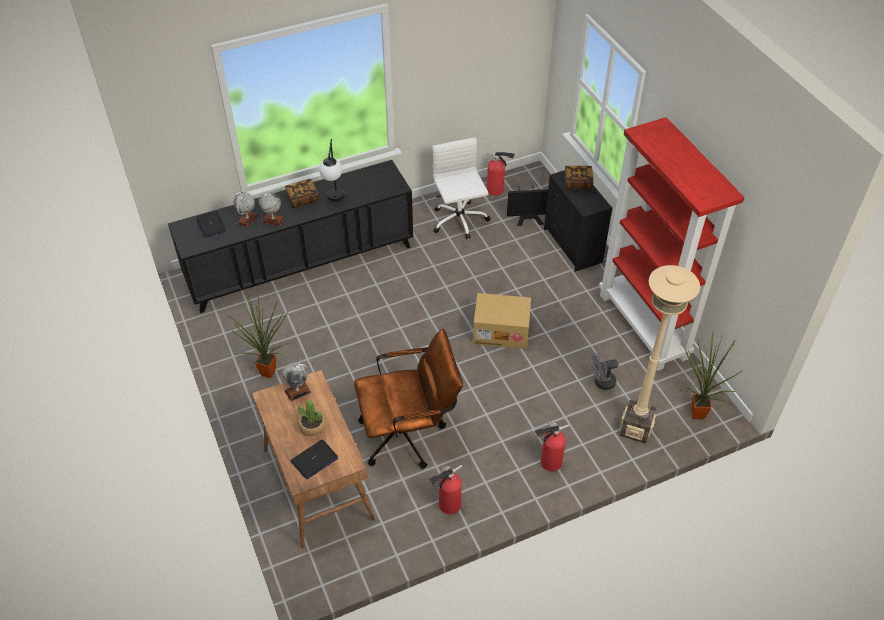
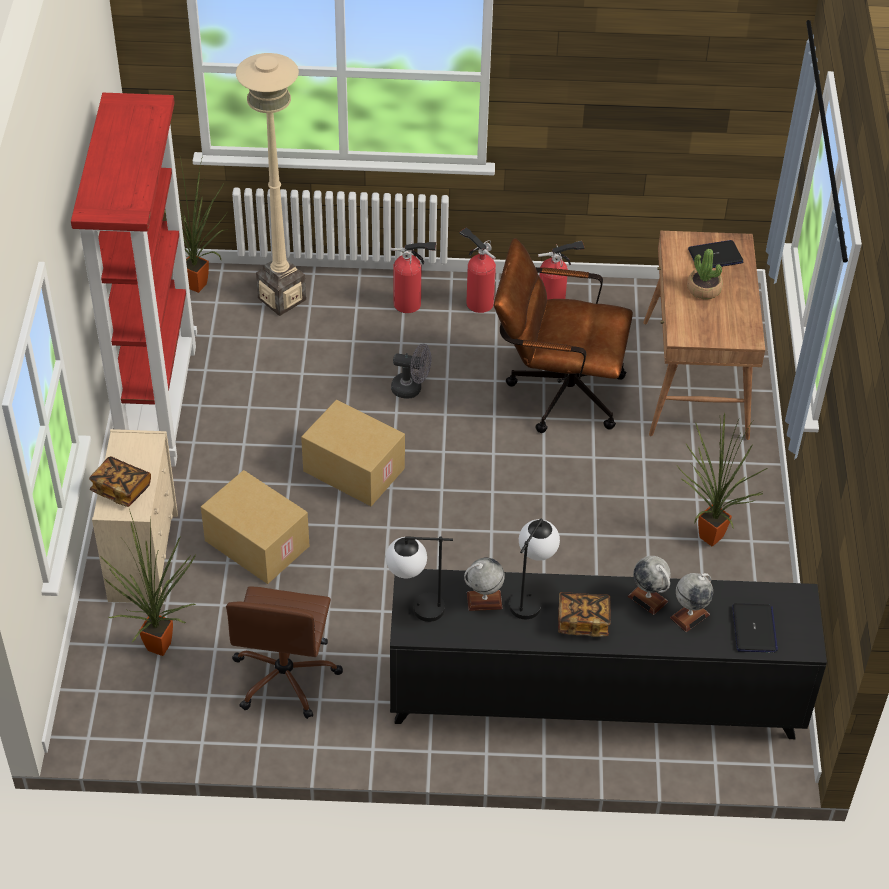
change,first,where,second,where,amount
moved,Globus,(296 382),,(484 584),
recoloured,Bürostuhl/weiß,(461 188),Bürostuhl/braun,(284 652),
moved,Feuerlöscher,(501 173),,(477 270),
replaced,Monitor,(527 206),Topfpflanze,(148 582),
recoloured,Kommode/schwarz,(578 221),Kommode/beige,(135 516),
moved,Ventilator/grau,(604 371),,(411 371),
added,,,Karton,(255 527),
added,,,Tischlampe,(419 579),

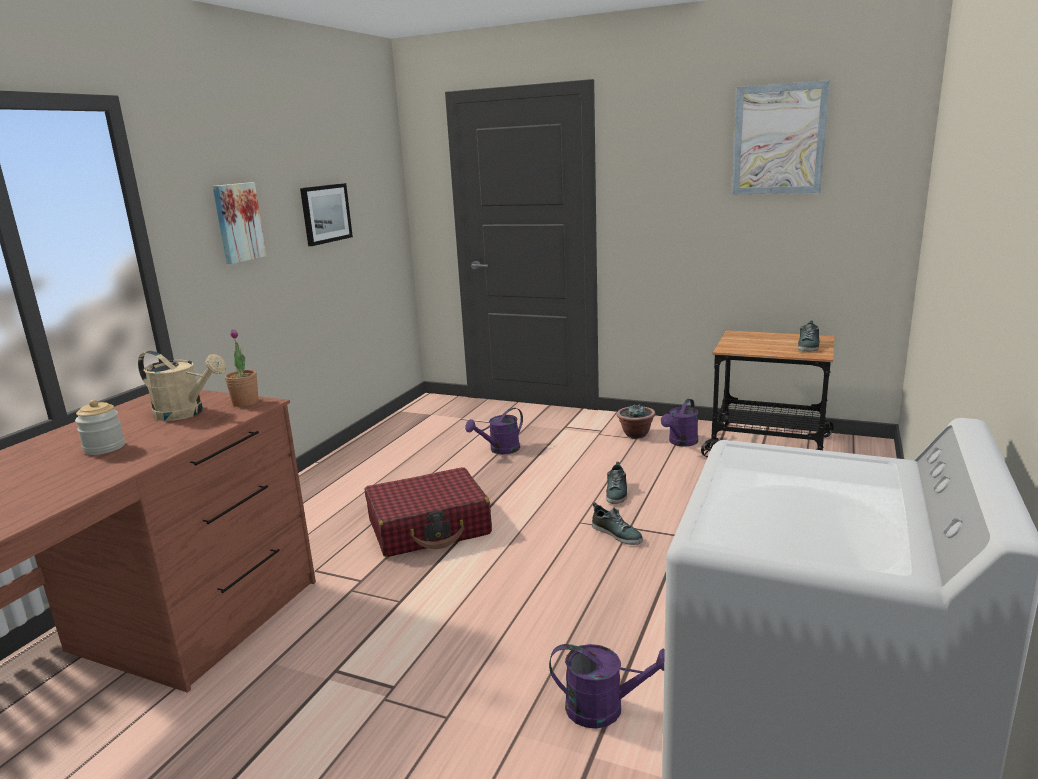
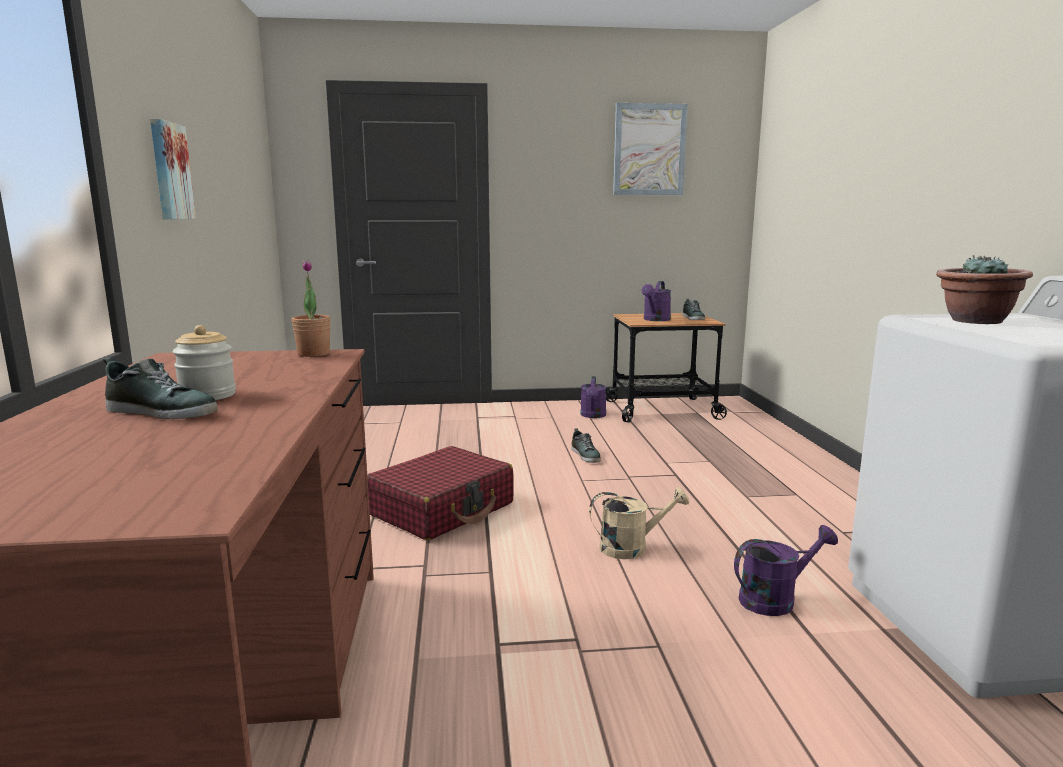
change,first,where,second,where,amount
moved,Gießkanne/beige,(182 386),,(639 523),
removed,Bild,(326 214),,,
moved,Gießkanne/lila,(494 431),,(656 301),
moved,Schuh,(617 523),,(160 388),
moved,Topfpflanze,(636 420),,(984 289),

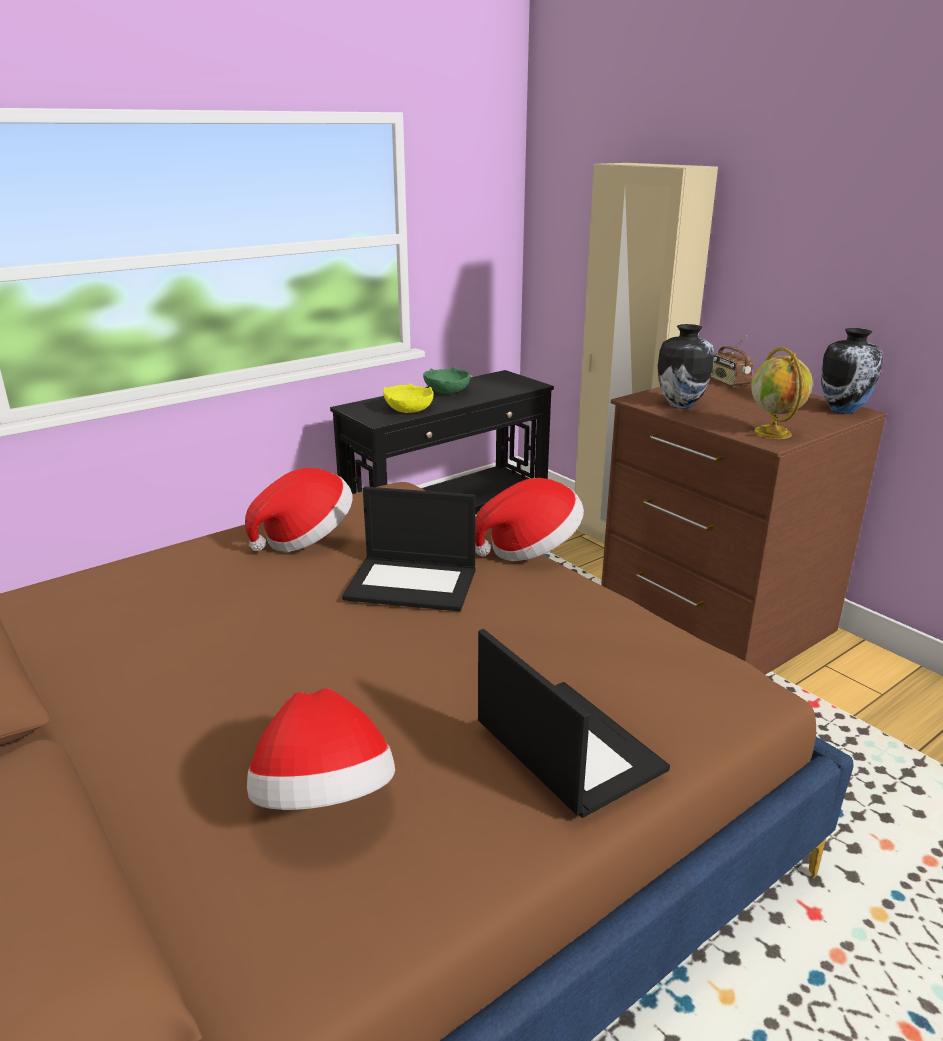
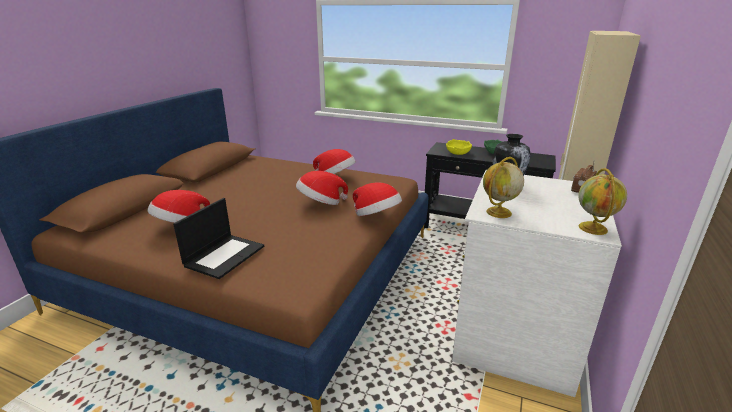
change,first,where,second,where,amount
replaced,Laptop,(408 549),Hut,(322 188),
recoloured,Kommode/braun,(744 525),Kommode/weiß,(537 283),
replaced,Vase,(852 371),Globus,(602 201),

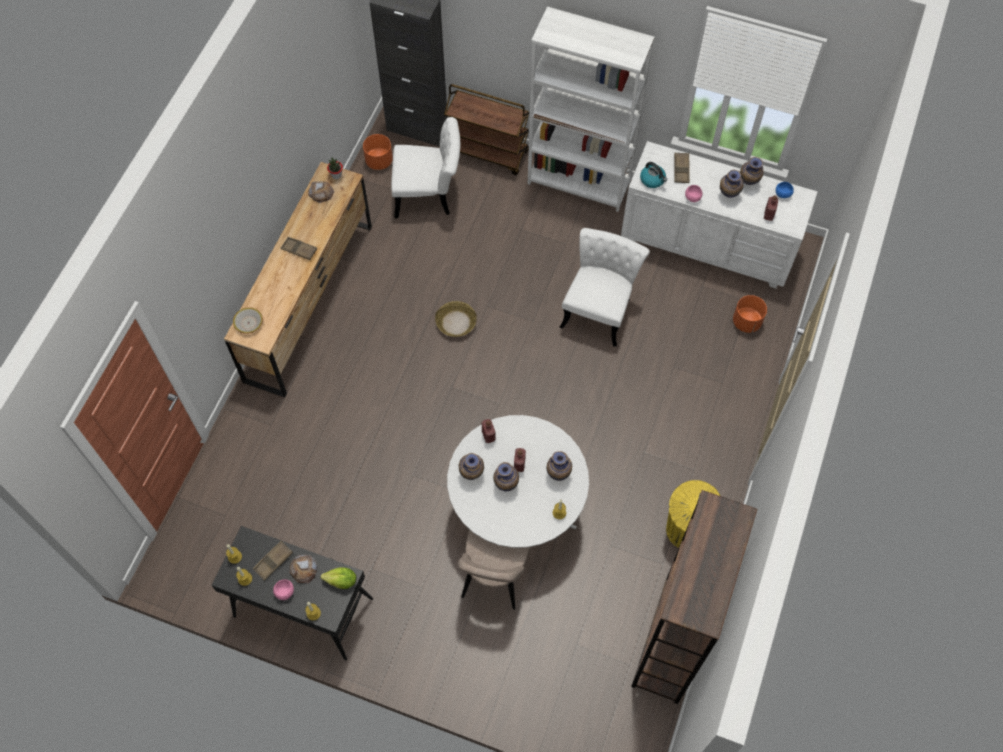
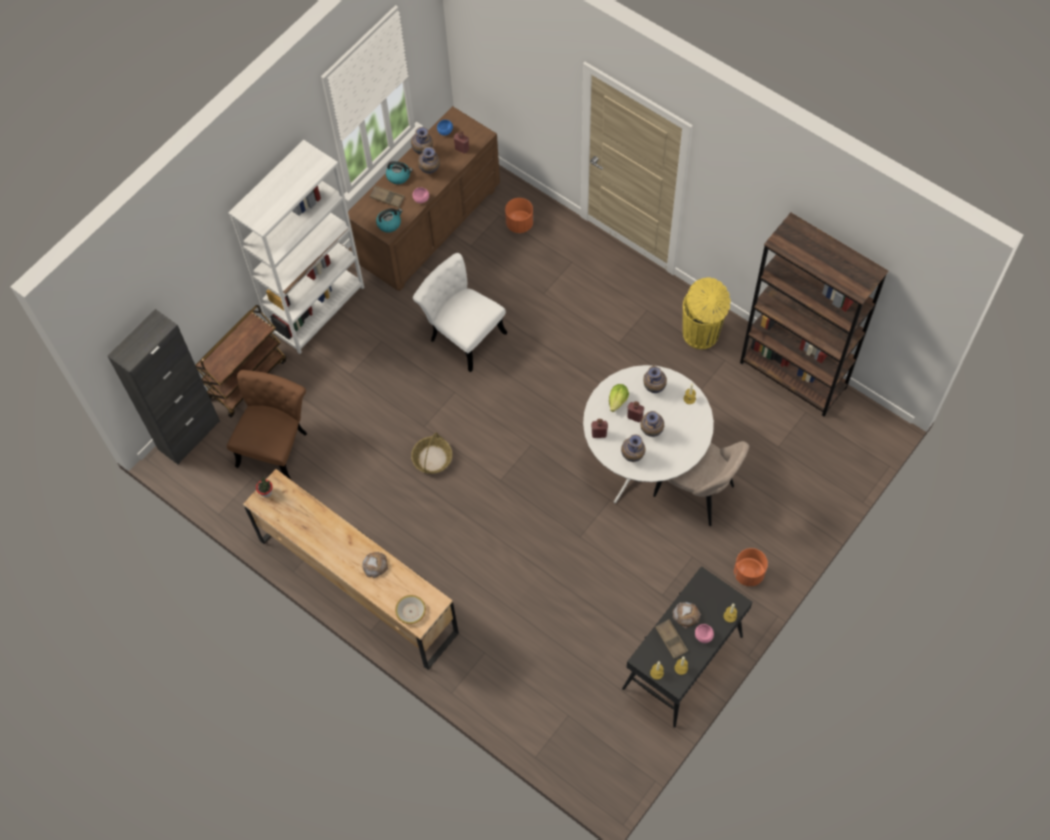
change,first,where,second,where,amount
removed,Tablett/braun,(299 248),,,
moved,Brot,(321 192),,(375 565),
moved,Salatkopf,(338 578),,(619 398),
moved,Pflanzkübel/orange,(378 152),,(751 567),
recoloured,Stuhl/weiß,(425 168),Stuhl/braun,(267 425),
recoloured,Kommode/weiß,(719 214),Kommode/braun,(424 198),
added,,,Wasserkessel,(399 172),

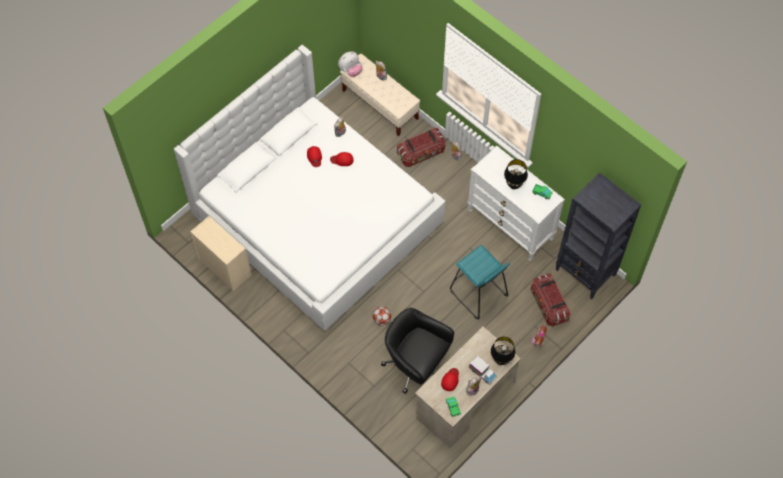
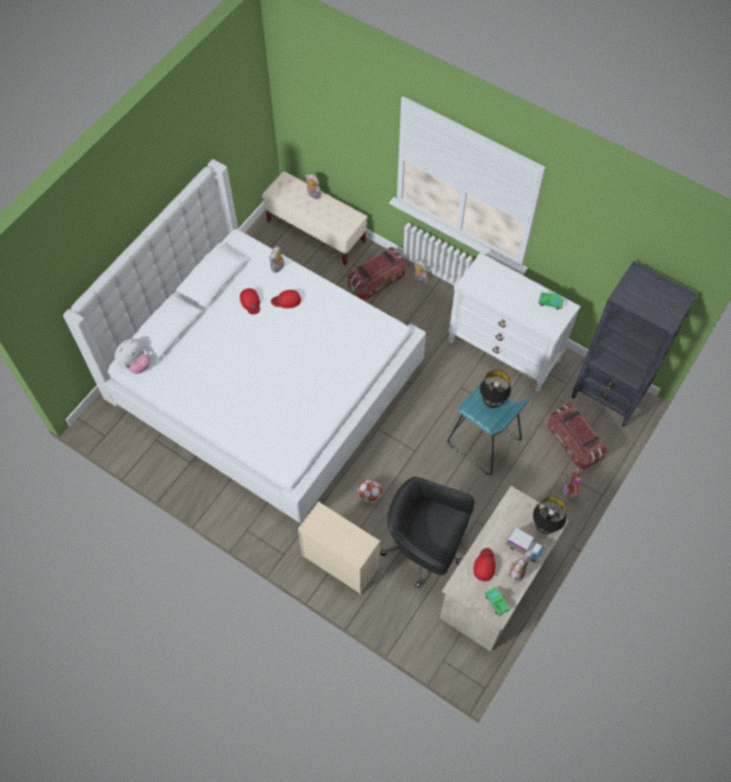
change,first,where,second,where,amount
moved,Kommode/beige,(220 253),,(339 548),
moved,Plüschtier,(350 64),,(132 356),
moved,Tischlampe/schwarz,(516 174),,(495 389),

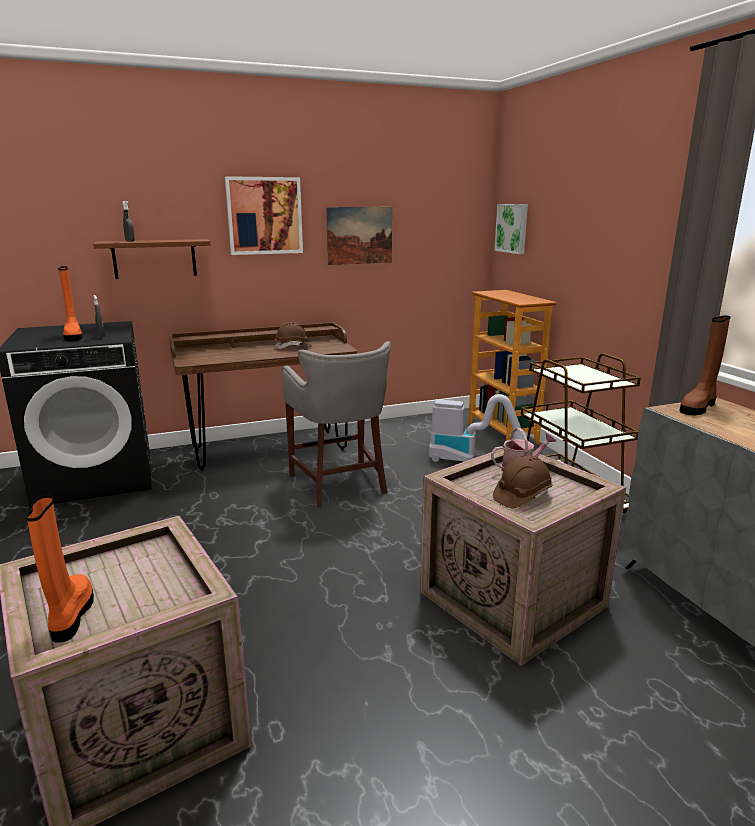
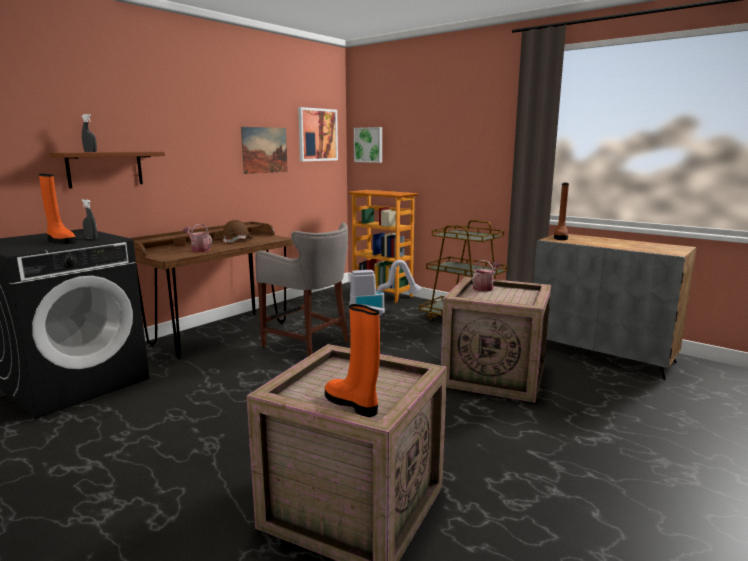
change,first,where,second,where,amount
moved,Bild,(264 215),,(318 134),
removed,Schutzhelm/braun,(522 481),,,
added,,,Gießkanne,(197 238),

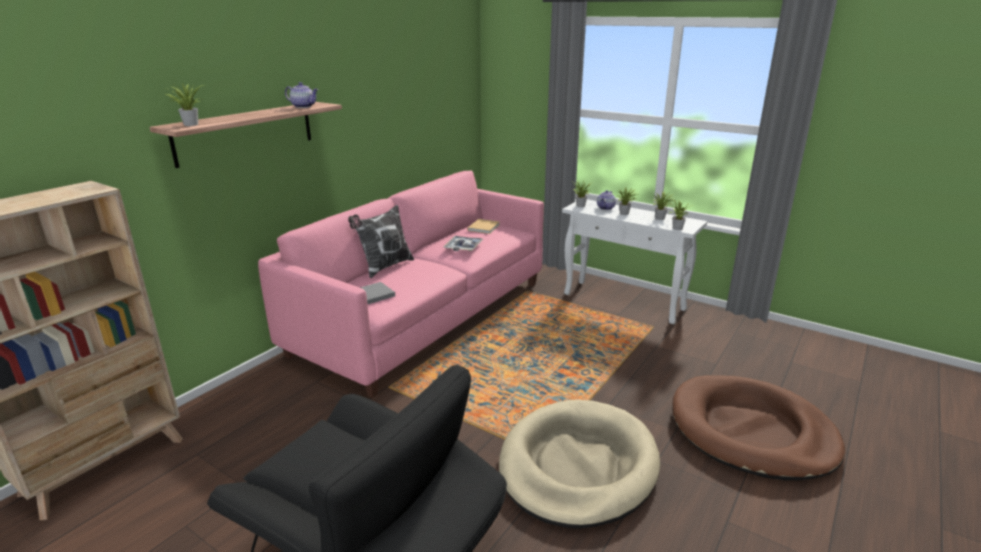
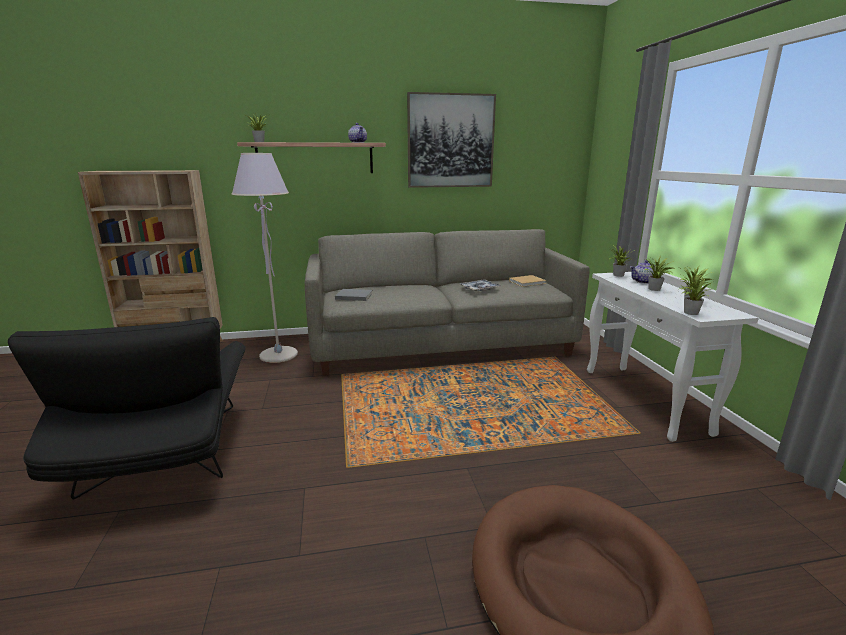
change,first,where,second,where,amount
recoloured,Sofa/rosa,(401 284),Sofa/grau,(447 302),
removed,Kissen,(381 241),,,
removed,Hundebett/beige,(579 464),,,
added,,,Stehlampe/grau,(265 258),
added,,,Bild,(451 140),

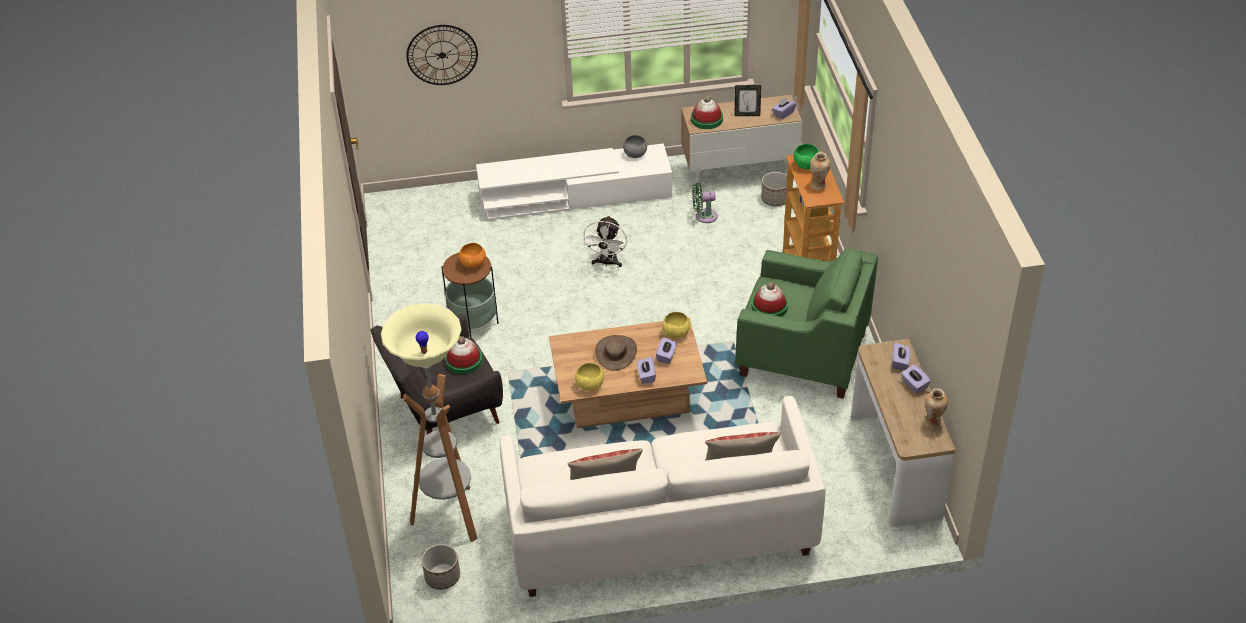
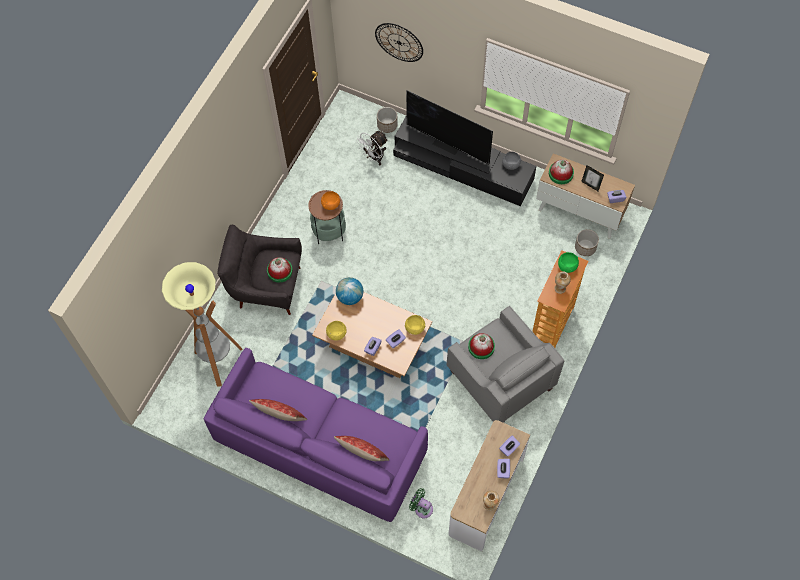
change,first,where,second,where,amount
moved,Pflanzkübel,(440 567),,(387 120),
recoloured,Fernsehschrank/weiß,(574 181),Fernsehschrank/schwarz,(464 160),
recoloured,Sofa/weiß,(662 496),Sofa/lila,(316 435),
moved,Ventilator/weiß,(604 241),,(372 148),
removed,Hut/braun,(616 353),,,
moved,Ventilator/grün,(705 203),,(421 503),
recoloured,Sessel/grün,(806 323),Sessel/grau,(505 364),
added,,,Globus,(349 291),
added,,,Fernseher,(449 127),

